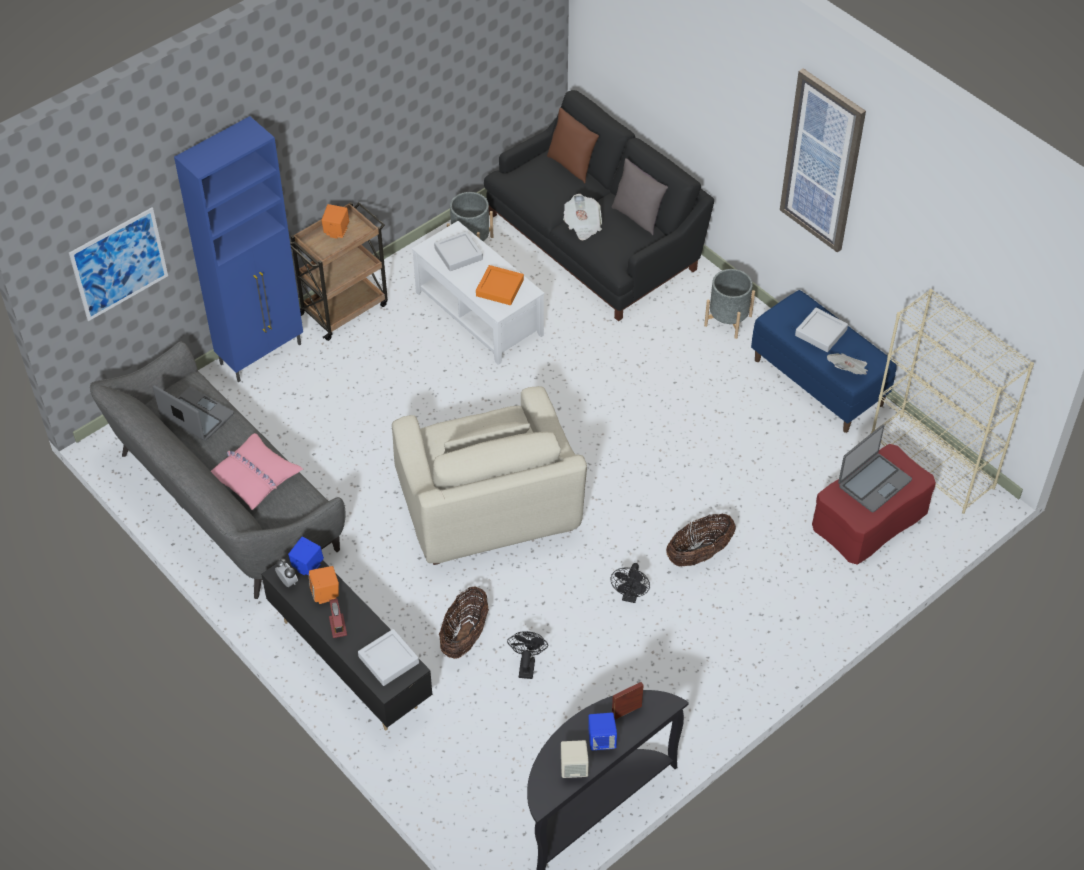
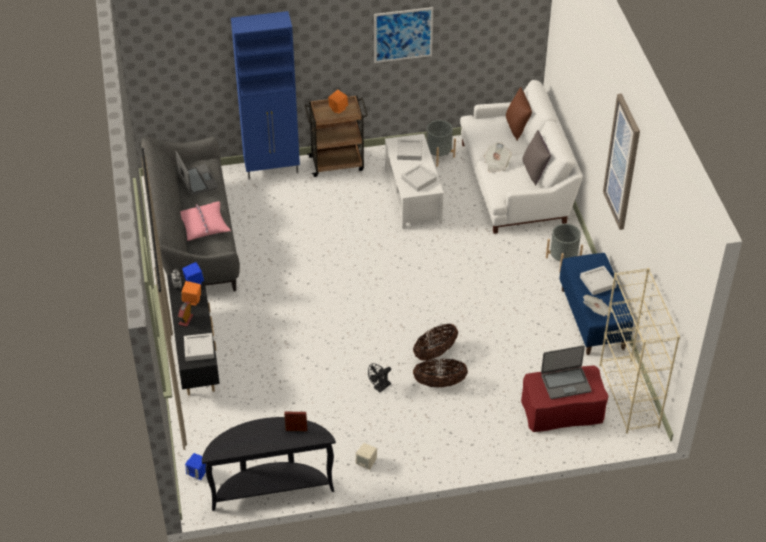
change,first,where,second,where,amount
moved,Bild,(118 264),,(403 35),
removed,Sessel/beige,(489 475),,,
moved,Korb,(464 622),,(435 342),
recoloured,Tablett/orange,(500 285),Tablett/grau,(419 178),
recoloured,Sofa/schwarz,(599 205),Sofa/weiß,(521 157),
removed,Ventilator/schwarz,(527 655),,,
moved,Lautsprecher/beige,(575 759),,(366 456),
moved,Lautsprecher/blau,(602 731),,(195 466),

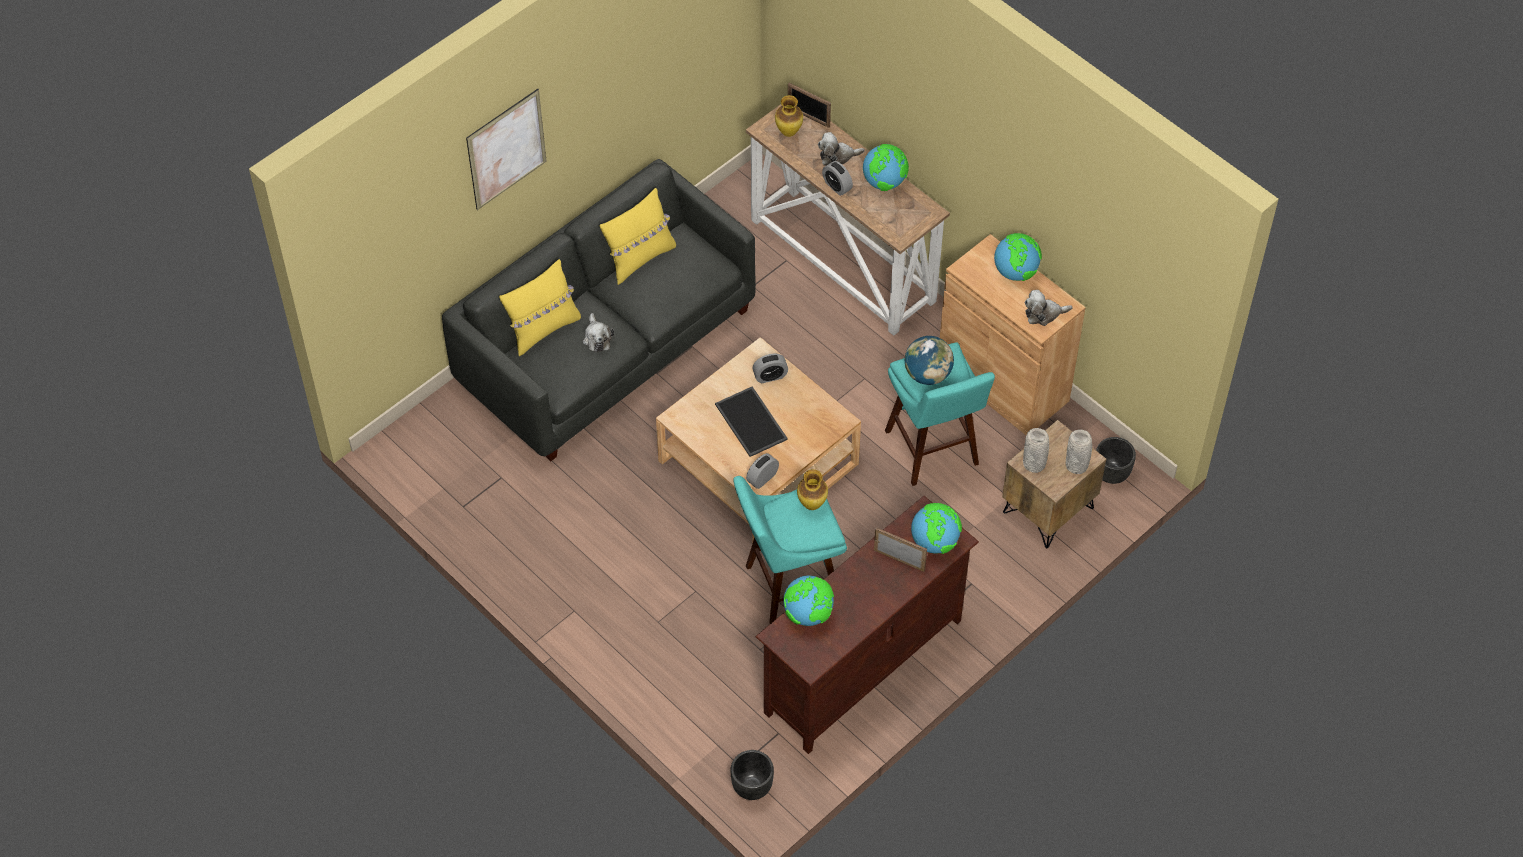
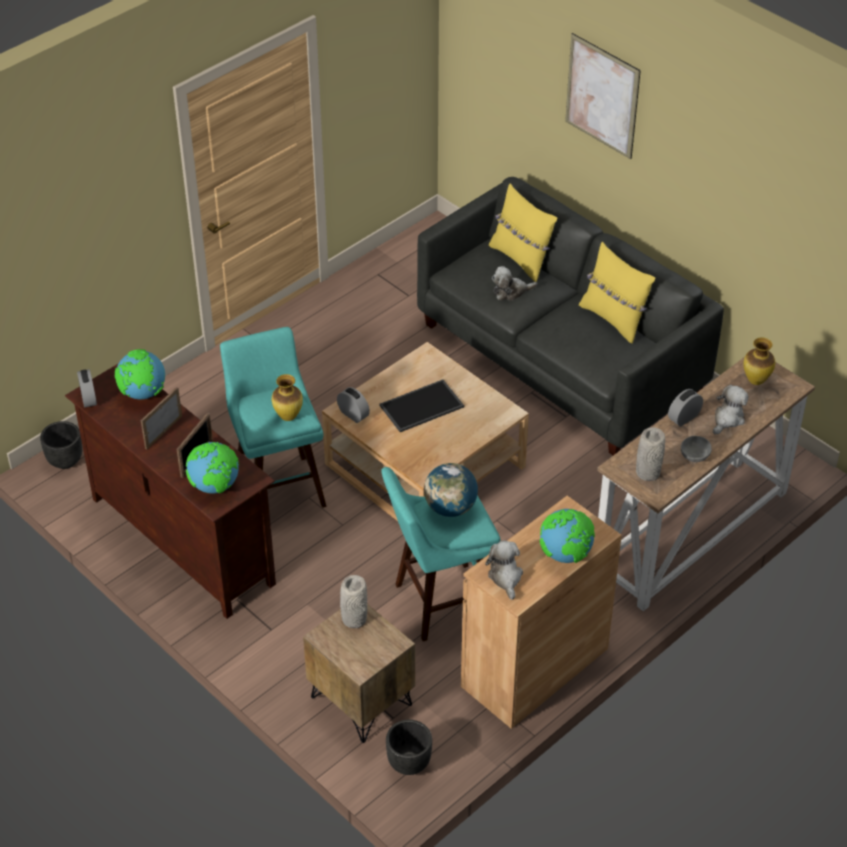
change,first,where,second,where,amount
moved,Wecker,(770 368),,(87 388),
moved,Bilderrahmen,(809 105),,(161 418),
turned,Plüschtier,(841 149),,(730 410),45 degrees clockwise
replaced,Globus,(886 167),Schüssel/grau,(696 449),
moved,Vase/grau,(1079 452),,(650 454),

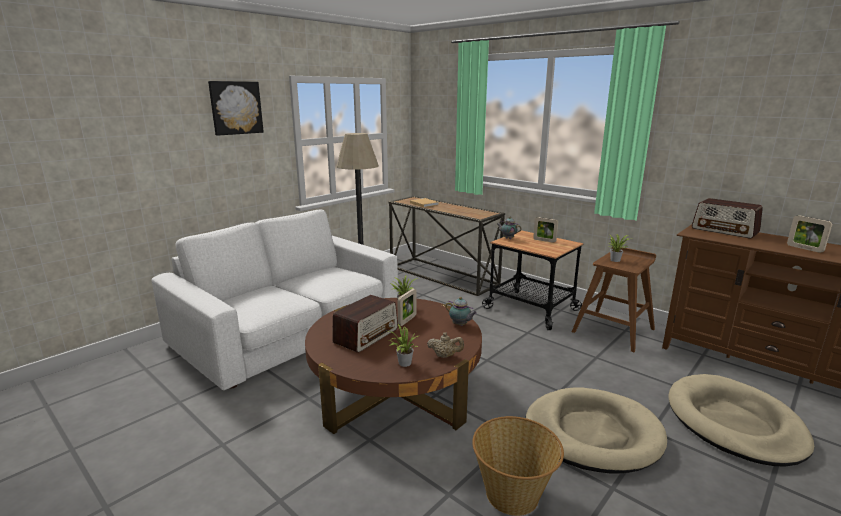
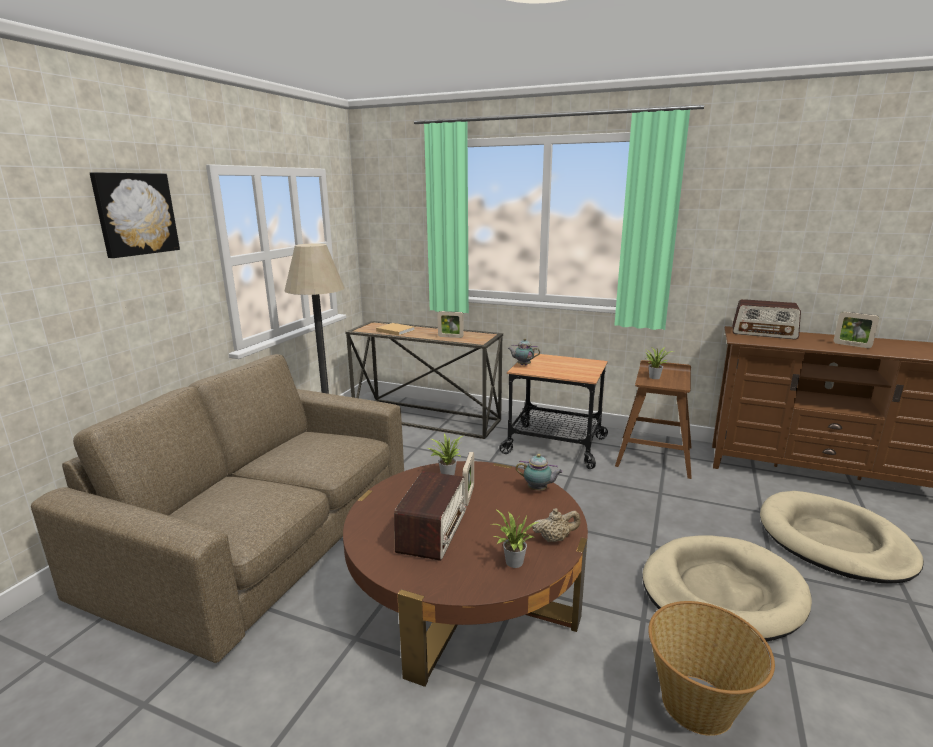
change,first,where,second,where,amount
recoloured,Sofa/weiß,(274 300),Sofa/braun,(217 508),
moved,Bilderrahmen,(545 230),,(450 324),

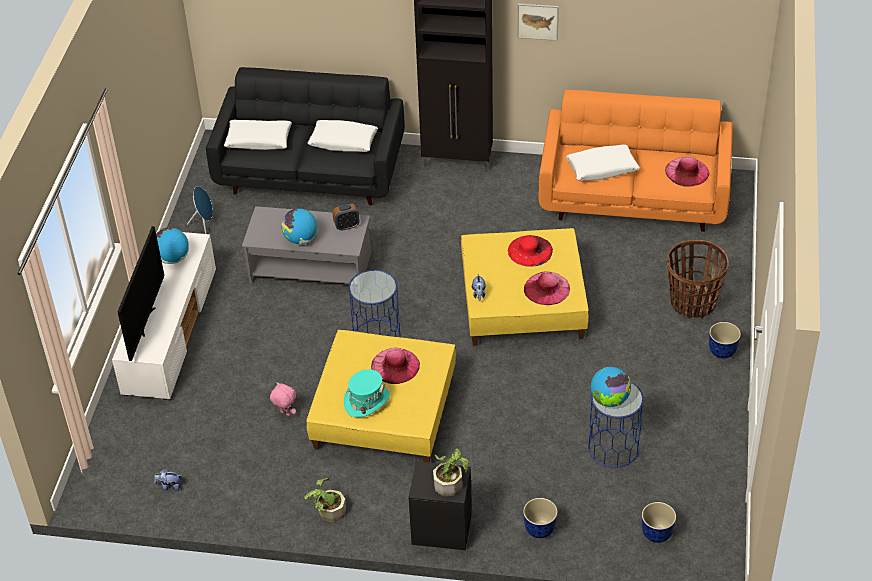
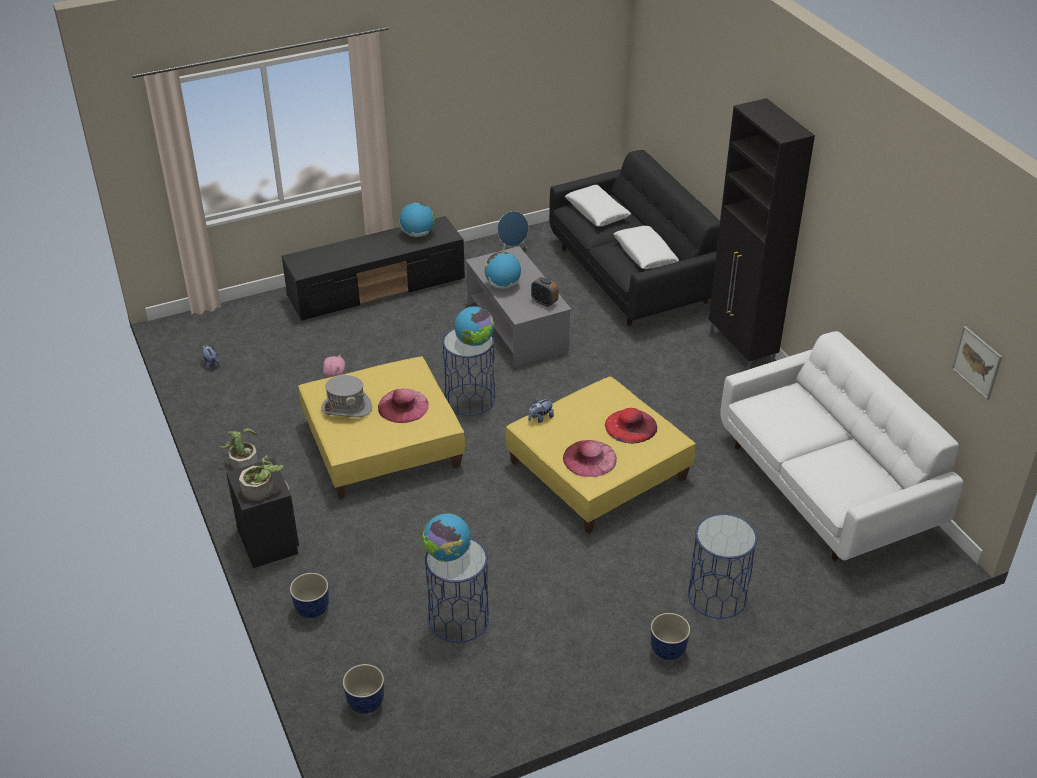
change,first,where,second,where,amount
recoloured,Fernsehschrank/weiß,(164 316),Fernsehschrank/schwarz,(373 268),
removed,Fernseher,(141 293),,,
recoloured,Hut/türkis,(367 393),Hut/grau,(346 396),
moved,Bild,(538 22),,(977 363),
recoloured,Sofa/orange,(636 161),Sofa/weiß,(841 446),
removed,Kissen/weiß,(603 163),,,
removed,Hut/rosa,(687 171),,,
replaced,Korb,(698 279),Beistelltisch/blau,(722 566),
added,,,Globus,(474 326),

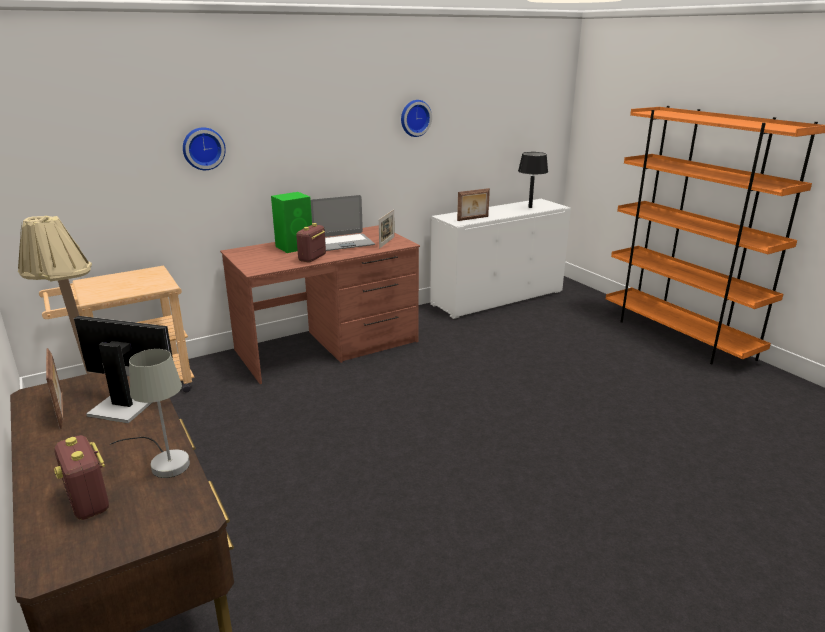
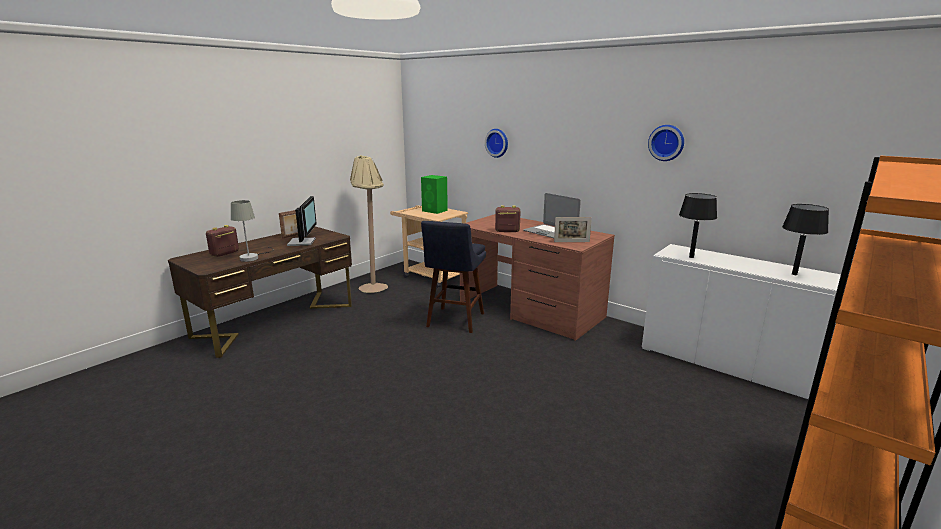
change,first,where,second,where,amount
moved,Lautsprecher/grün,(291 222),,(434 194),
replaced,Bilderrahmen,(473 204),Tischlampe/schwarz,(698 225),
added,,,Hocker/blau,(453 277),

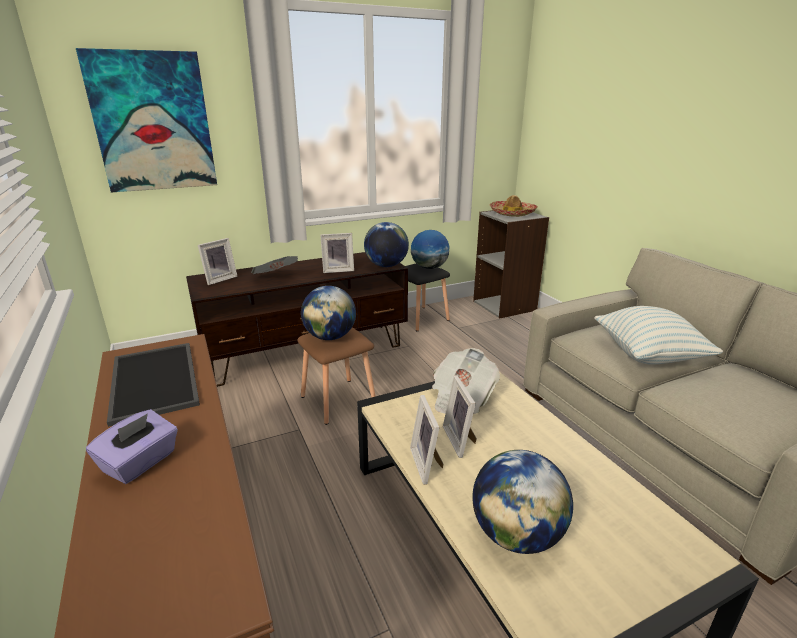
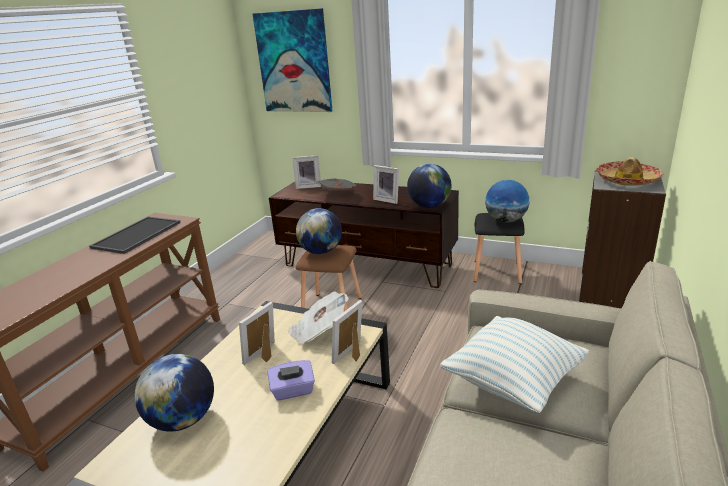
change,first,where,second,where,amount
moved,Taschentuchbox/lila,(132 446),,(291 380),
moved,Bilderrahmen,(427 440),,(347 332),

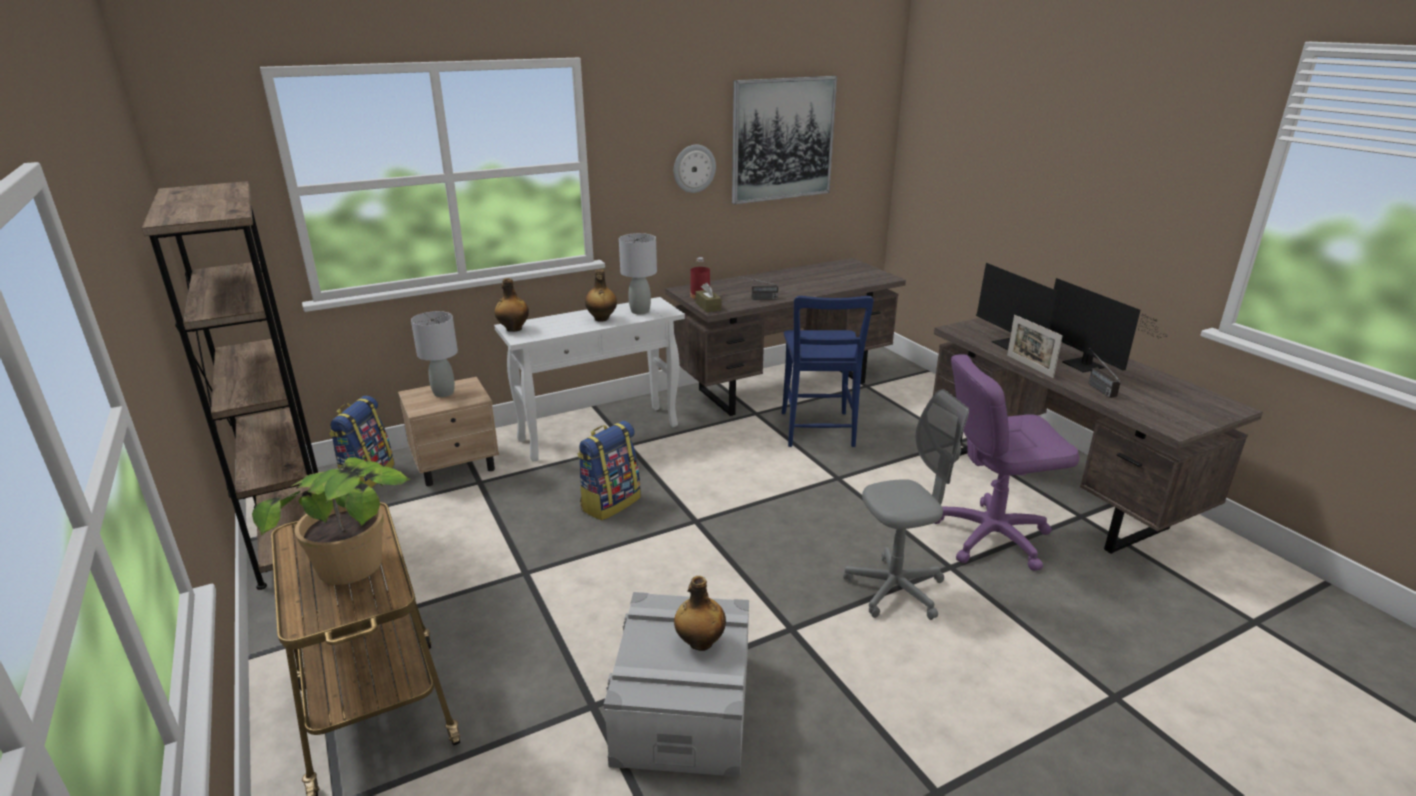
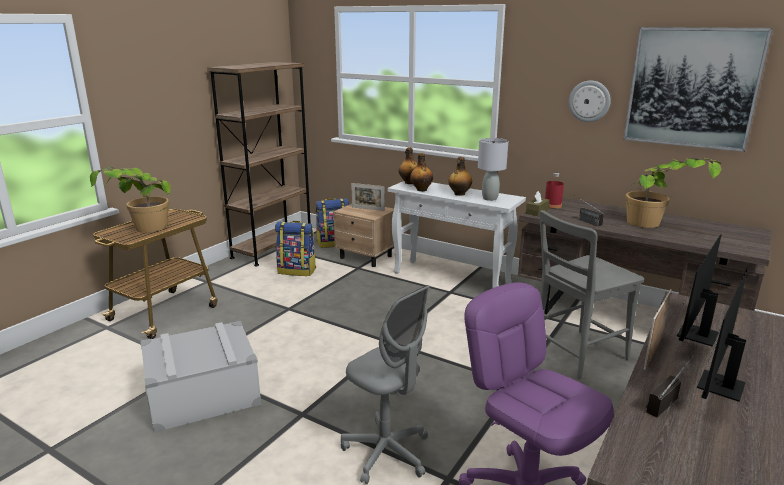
change,first,where,second,where,amount
replaced,Tischlampe/grau,(434 354),Bilderrahmen,(368 197),
moved,Rucksack,(609 471),,(295 248),
moved,Flasche,(700 613),,(421 172),
recoloured,Stuhl/blau,(827 371),Stuhl/grau,(591 295),
added,,,Topfpflanze,(673 193),

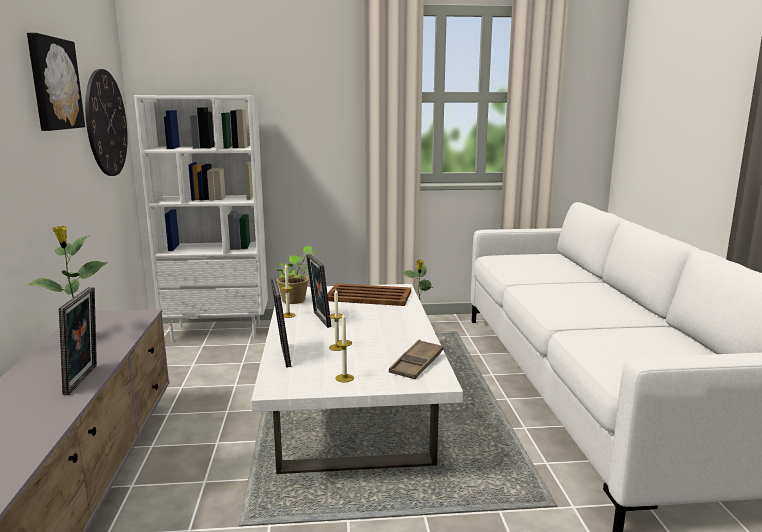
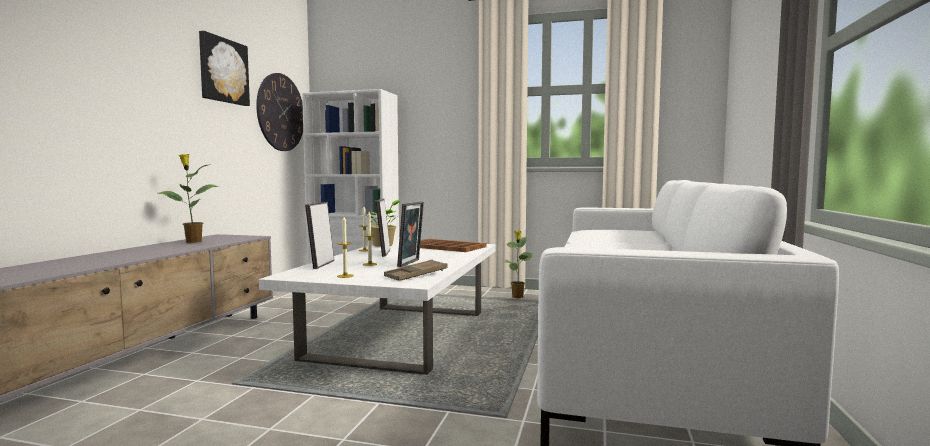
change,first,where,second,where,amount
moved,Bilderrahmen,(78 341),,(410 234),

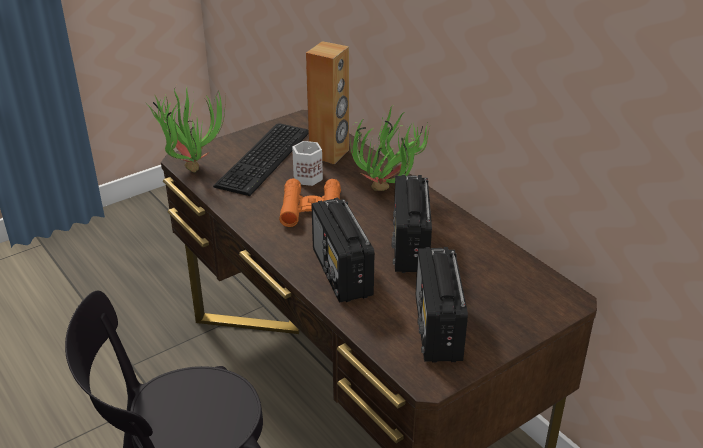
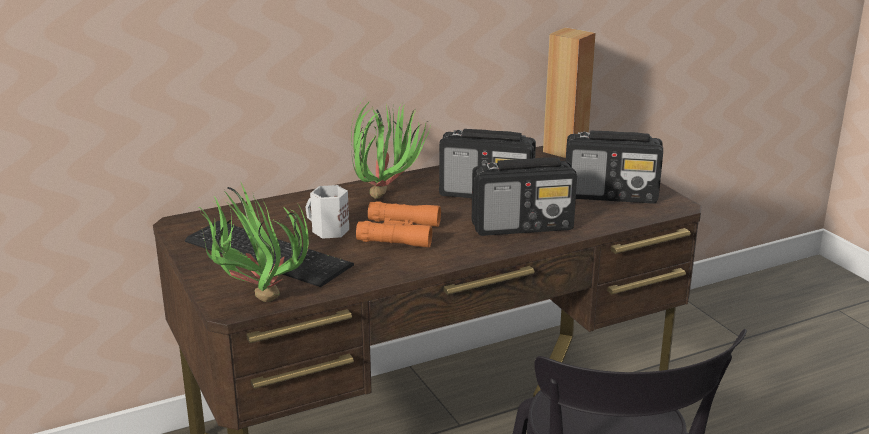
change,first,where,second,where,amount
moved,Lautsprecher/braun,(327 102),,(569 92),

